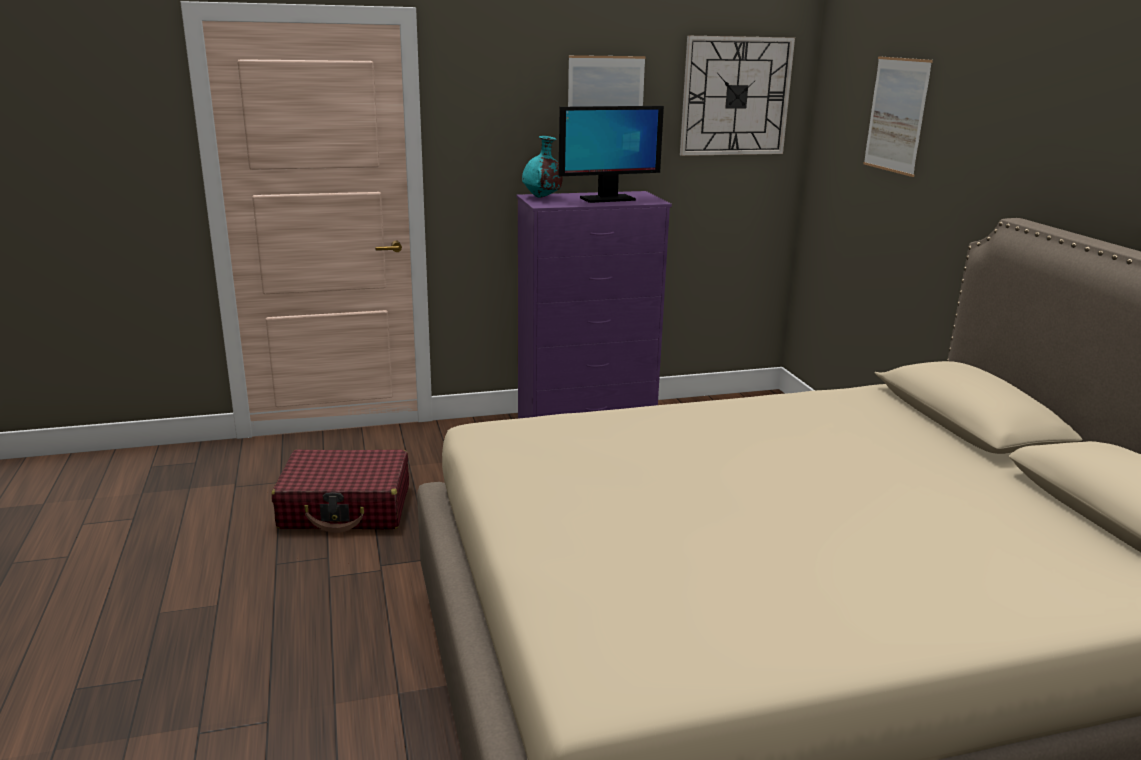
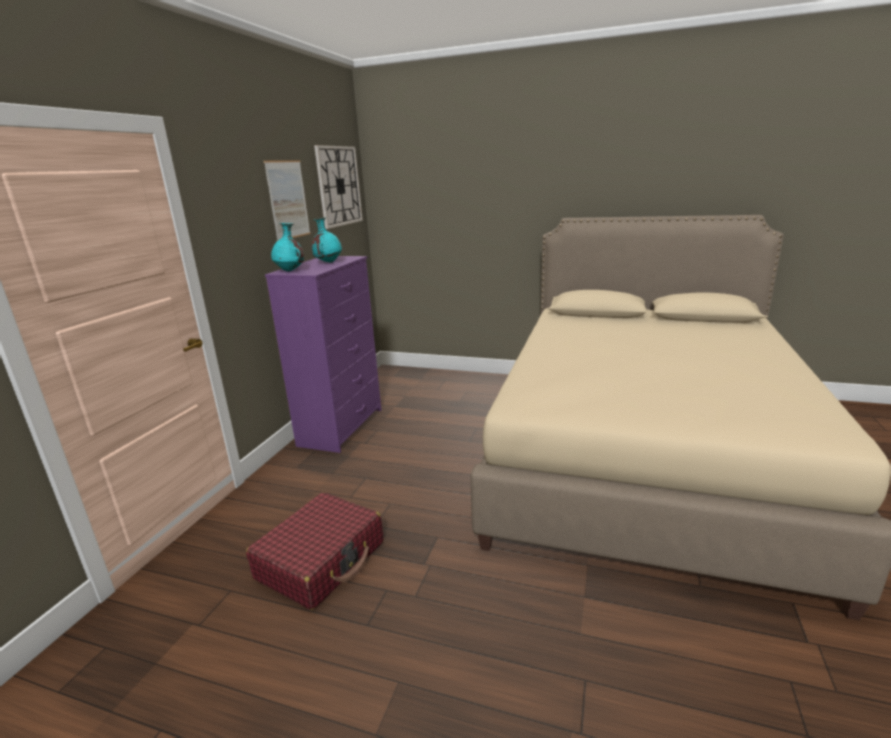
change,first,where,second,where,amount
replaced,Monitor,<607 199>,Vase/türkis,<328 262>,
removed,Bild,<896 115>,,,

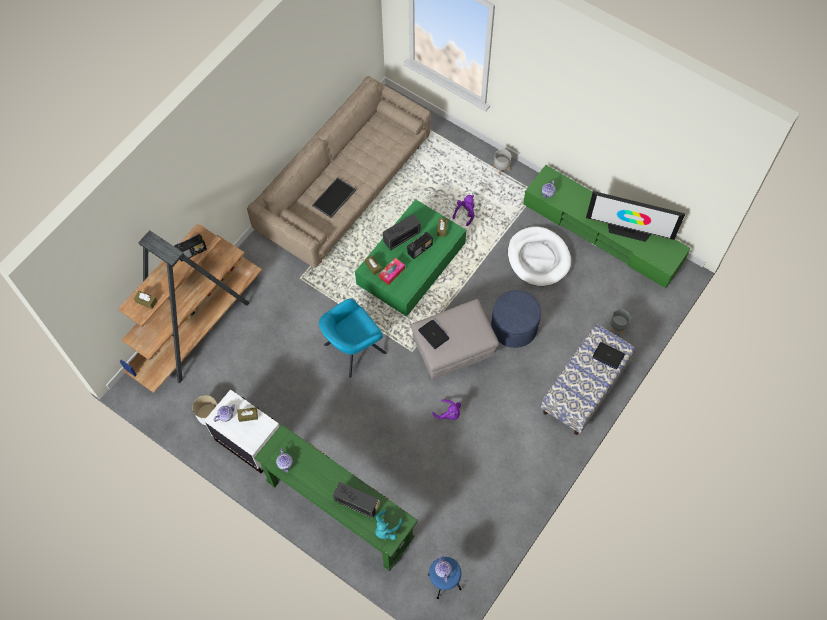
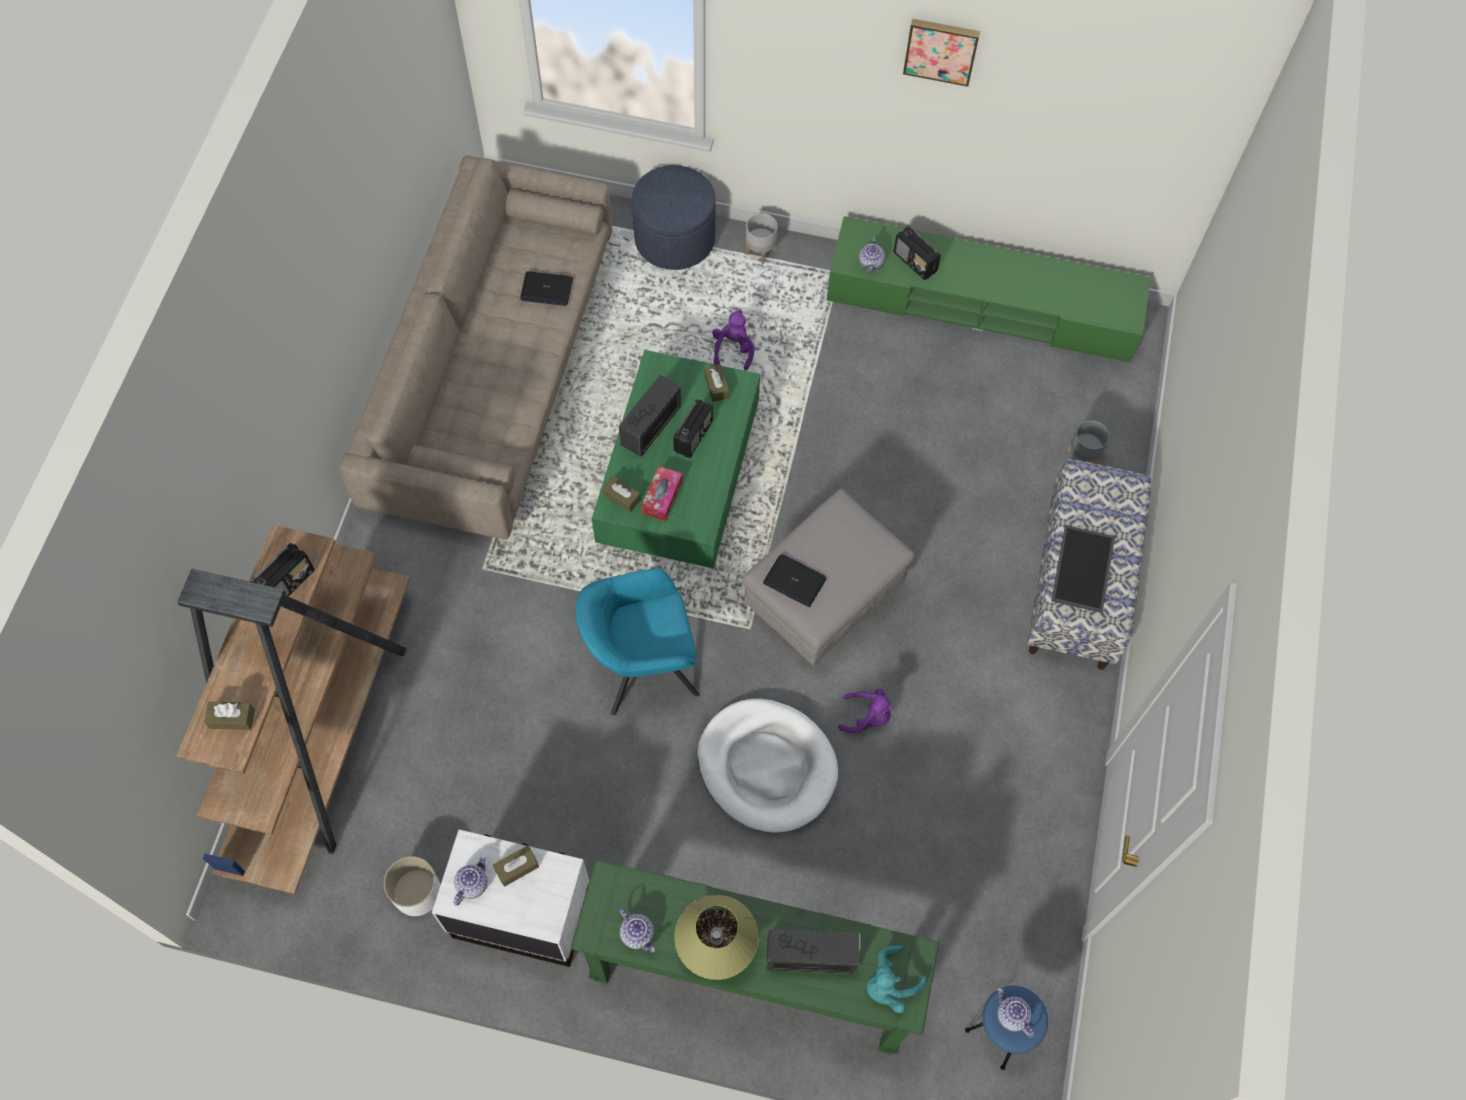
change,first,where,second,where,amount
moved,Laptop,<608 356>,,<546 289>,
turned,Sessel/türkis,<353 350>,,<641 666>,45 degrees clockwise
moved,Polsterhocker/blau,<514 327>,,<674 239>,
added,,,Tischlampe,<716 946>,
moved,Hundebett/weiß,<538 258>,,<767 767>,
turned,Plüschtier/türkis,<386 529>,,<889 984>,45 degrees clockwise
added,,,Radio,<915 262>,
added,,,Bild,<941 50>,
moved,Tablett,<334 198>,,<1084 570>,
removed,Fernseher,<629 230>,,,

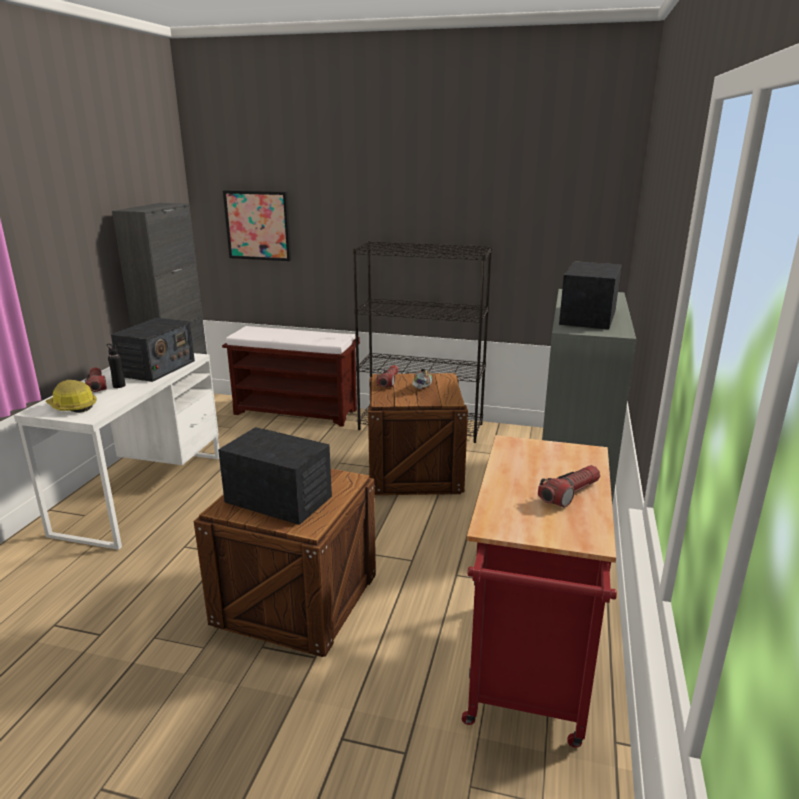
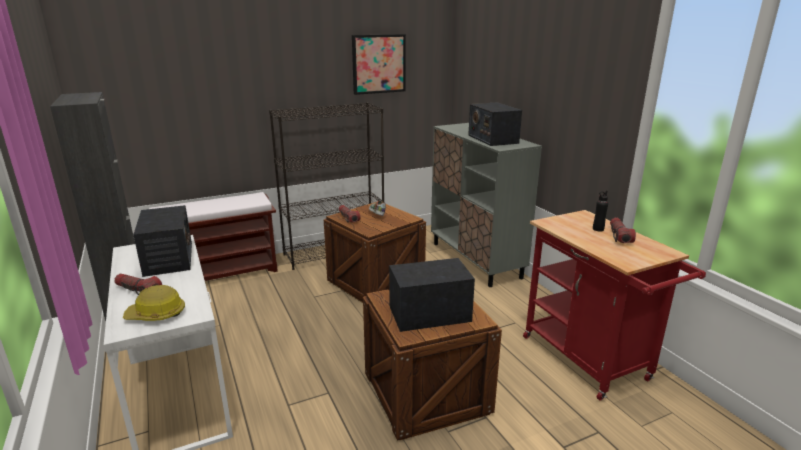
change,first,where,second,where,amount
moved,Bild,<258 225>,,<378 64>,
moved,Flasche/schwarz,<119 386>,,<598 229>,

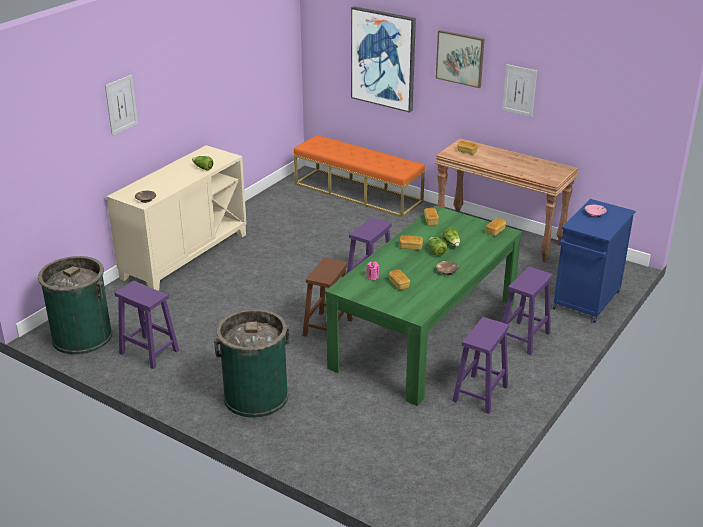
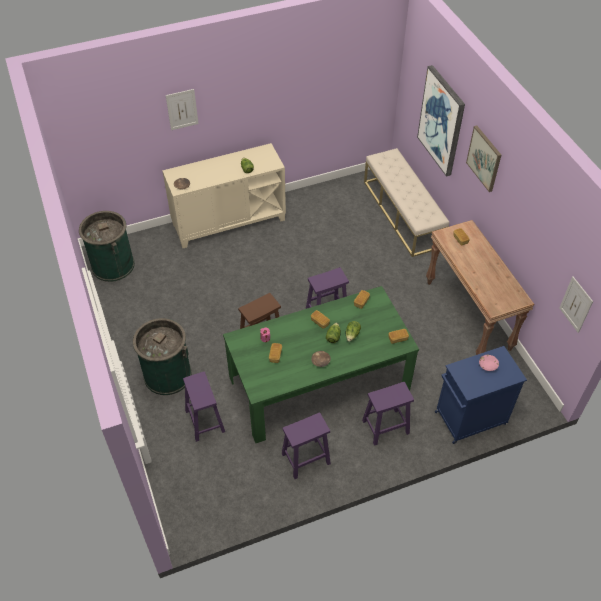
change,first,where,second,where,amount
moved,Hocker/lila,<148 351>,,<204 420>,
recoloured,Bank/orange,<358 192>,Bank/beige,<402 213>,
moved,Bild,<519 90>,,<576 304>,

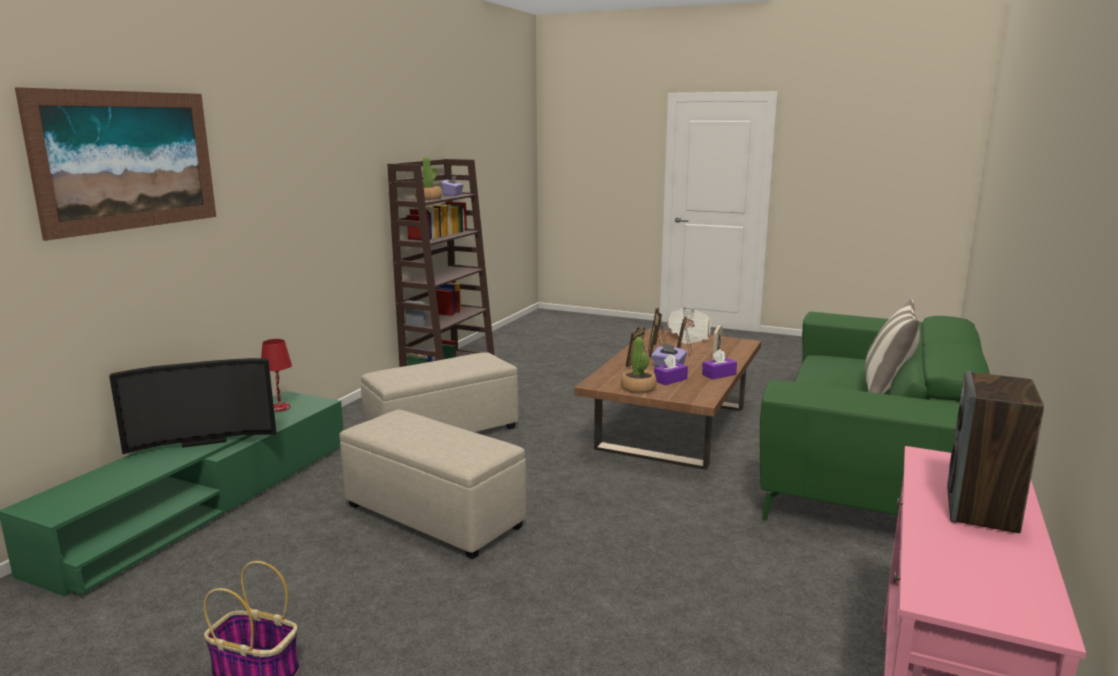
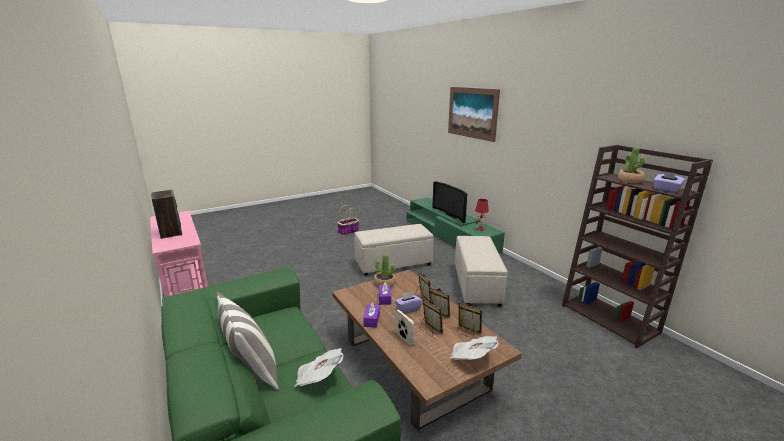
change,first,where,second,where,amount
added,,,Zeitung,<319 377>,
turned,Fernseher,<204 440>,,<453 215>,45 degrees counterclockwise

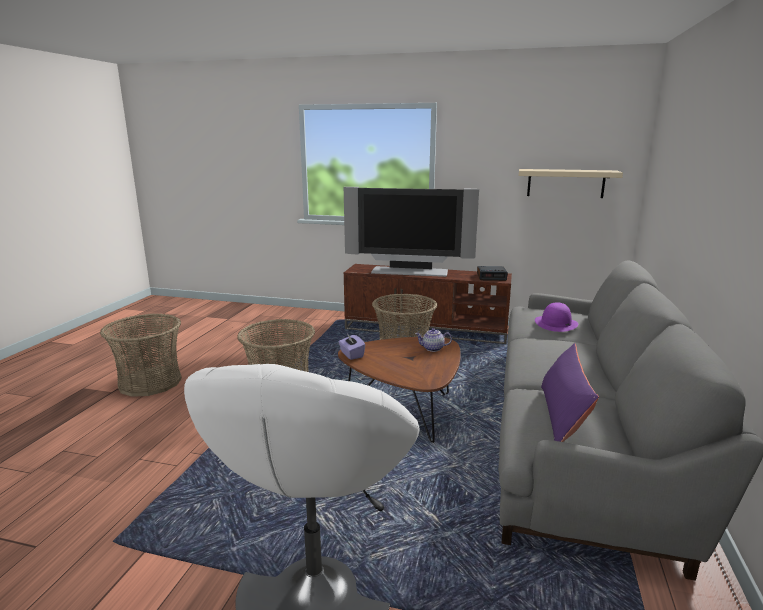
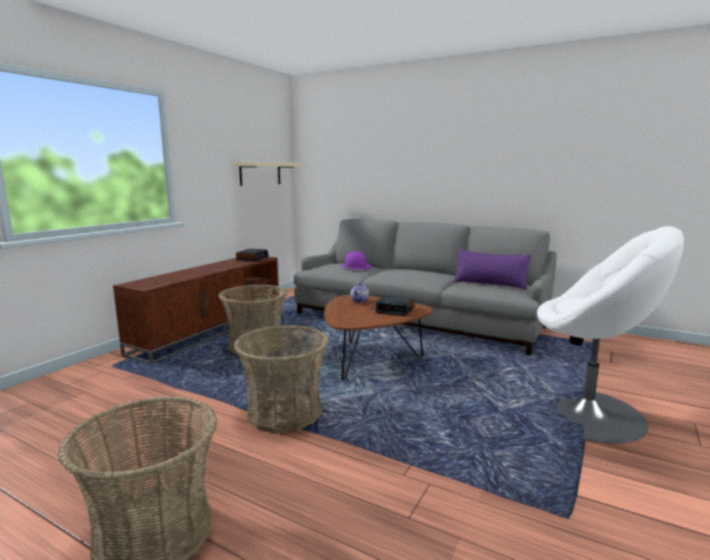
change,first,where,second,where,amount
added,,,Wecker,<395 310>,
removed,Taschentuchbox/lila,<351 354>,,,
removed,Fernseher,<409 272>,,,

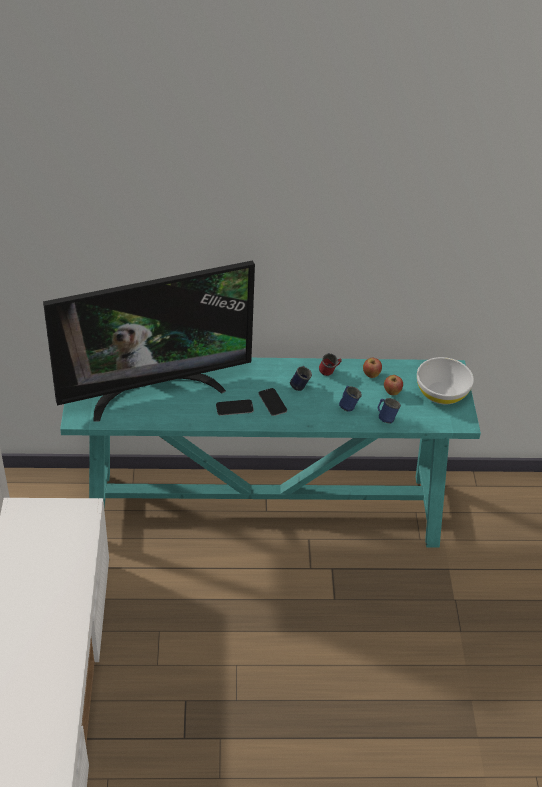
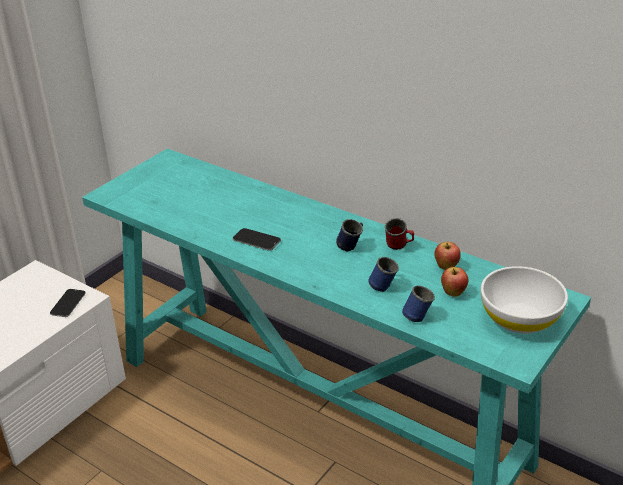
change,first,where,second,where,amount
moved,Handy,<272 402>,,<68 303>,
removed,Fernseher,<154 390>,,,

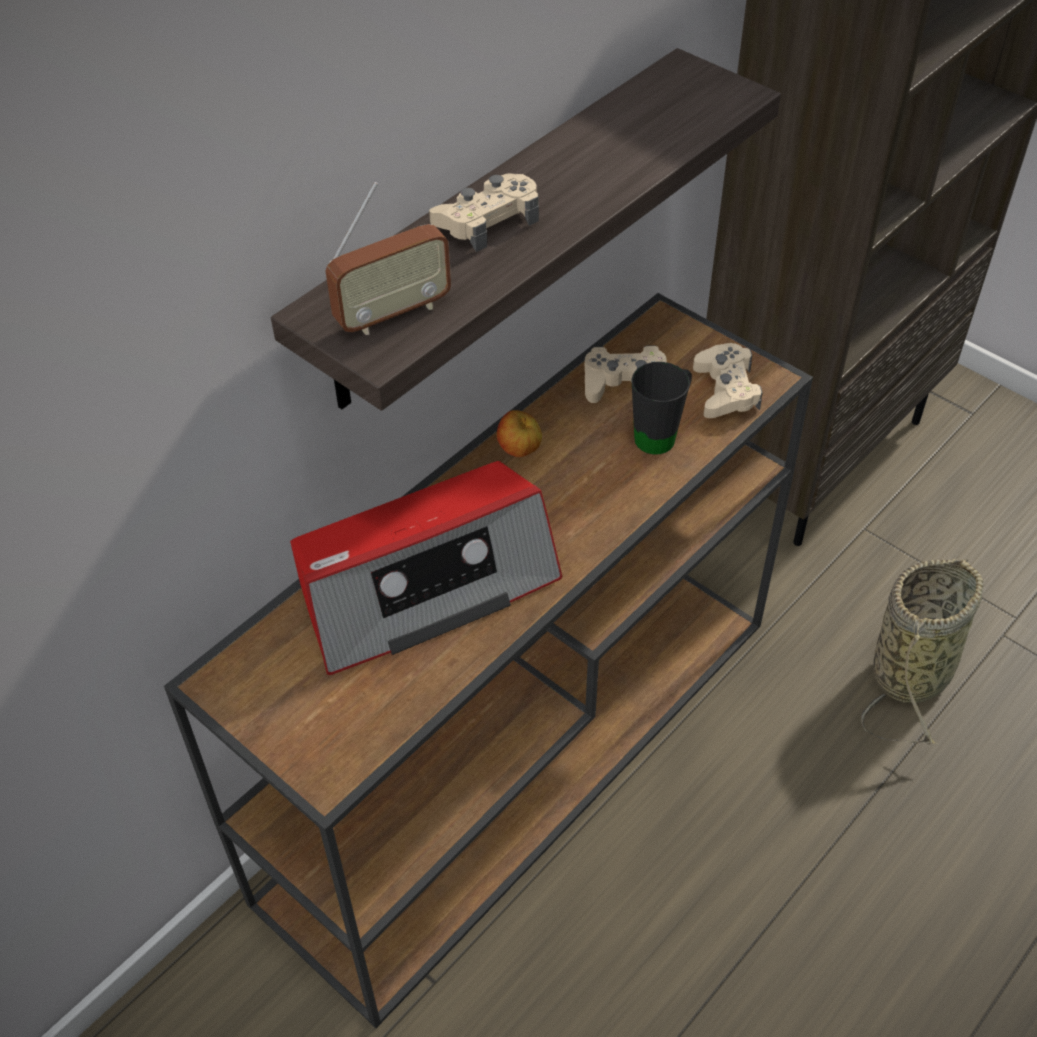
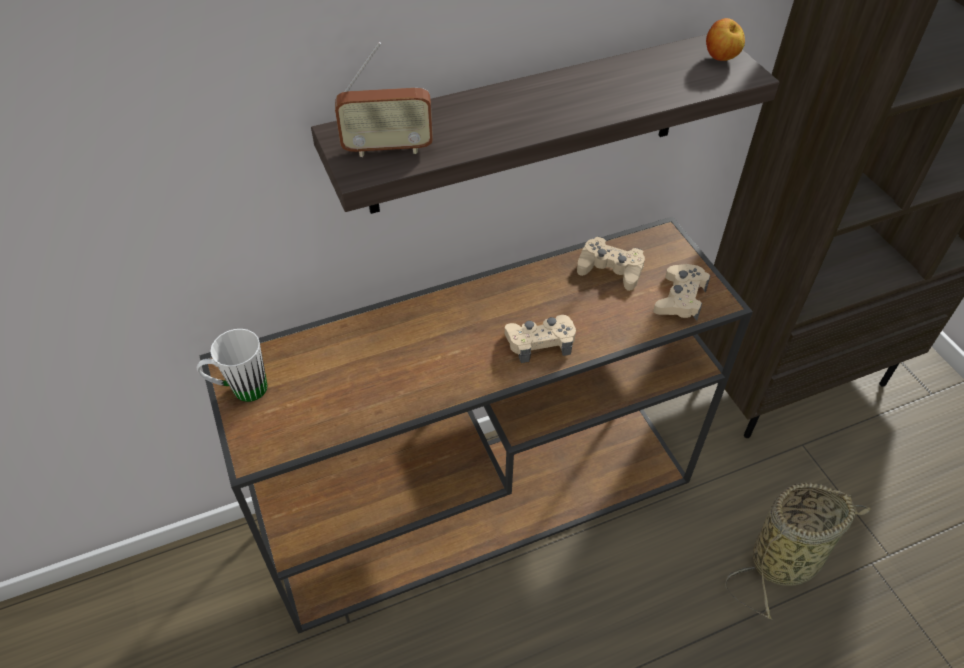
change,first,where,second,where,amount
added,,,Henkelbecher/weiß,<241 390>,
moved,Gamepad/beige,<487 220>,,<540 342>,
moved,Apfel,<519 451>,,<721 59>,
removed,Radio,<425 586>,,,
removed,Henkelbecher/schwarz,<661 433>,,,

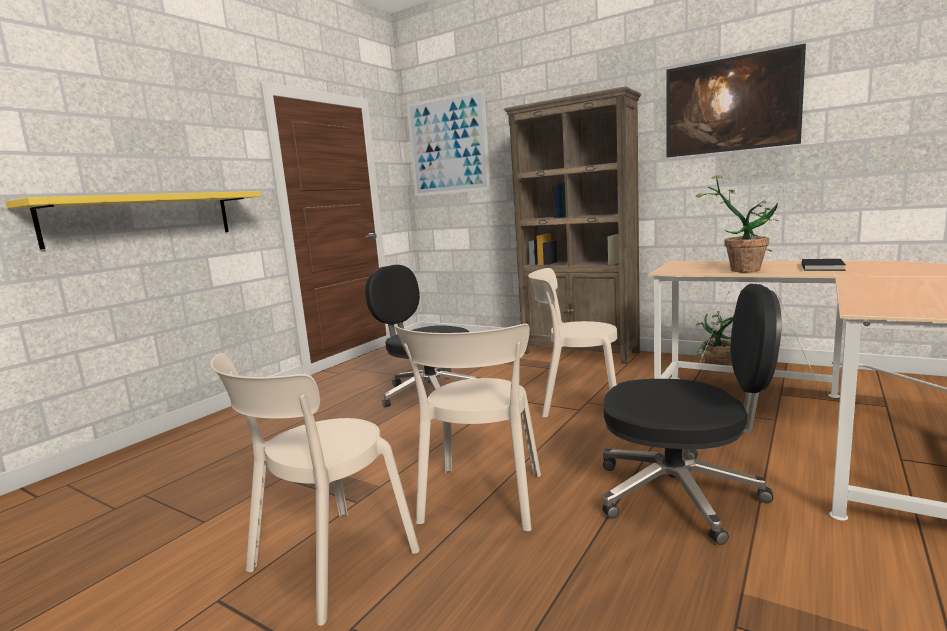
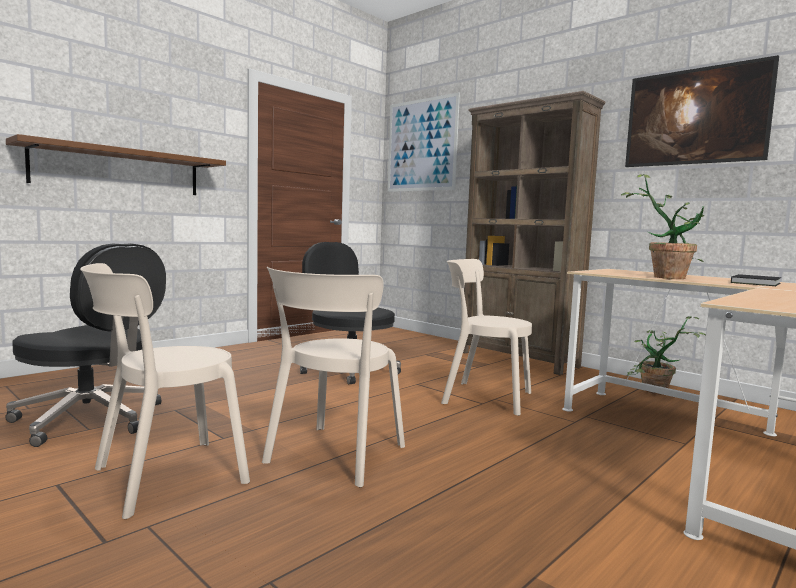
change,first,where,second,where,amount
moved,Bürostuhl/schwarz,<681 494>,,<91 419>,
recoloured,Wandregal/gelb,<142 218>,Wandregal/braun,<119 171>,

